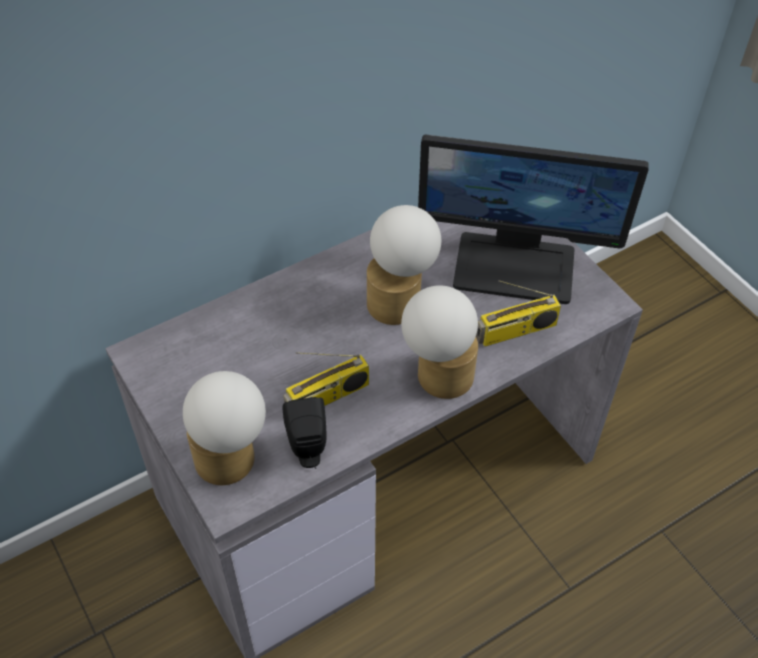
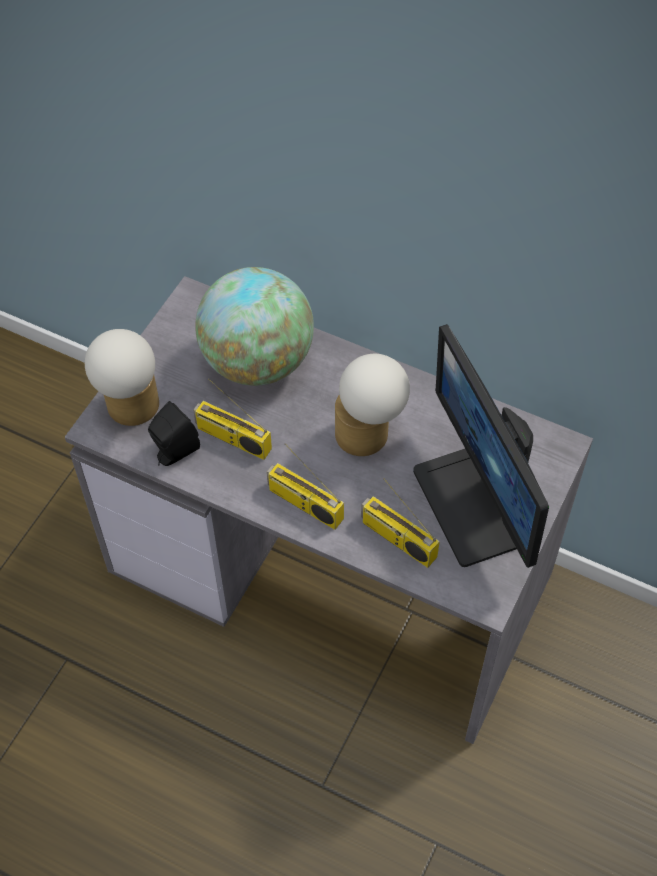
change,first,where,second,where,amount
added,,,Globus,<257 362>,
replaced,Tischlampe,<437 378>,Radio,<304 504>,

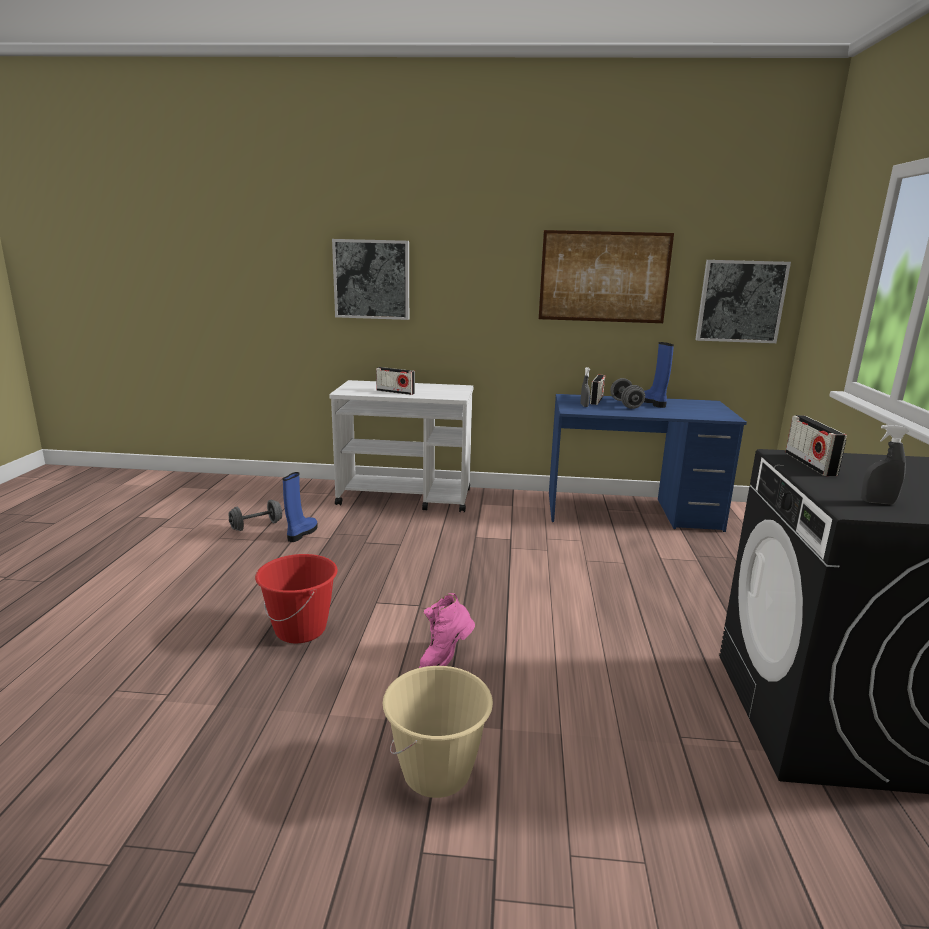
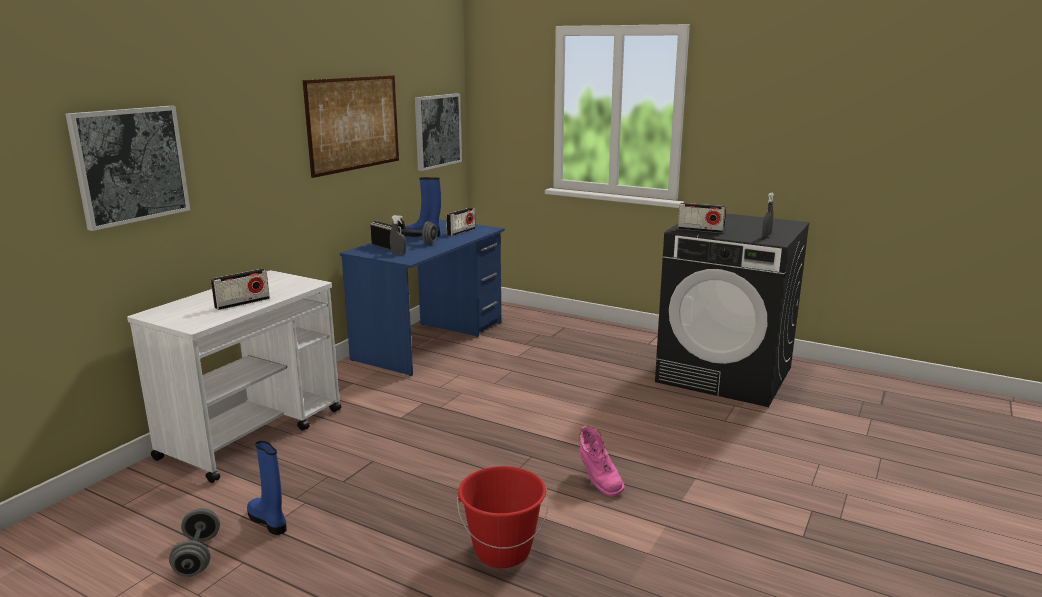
change,first,where,second,where,amount
added,,,Radio,<461 232>,
removed,Eimer/beige,<437 772>,,,

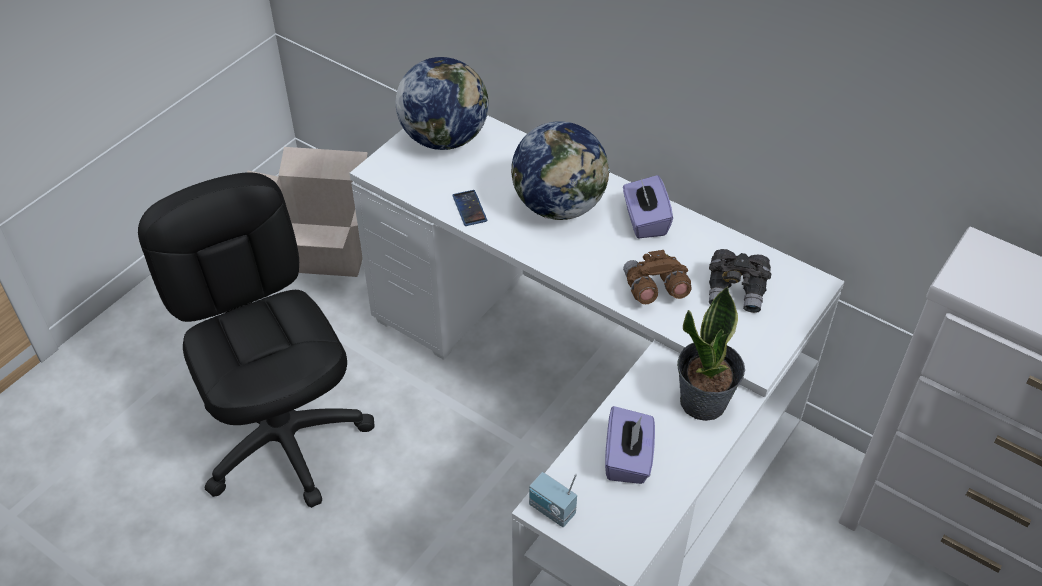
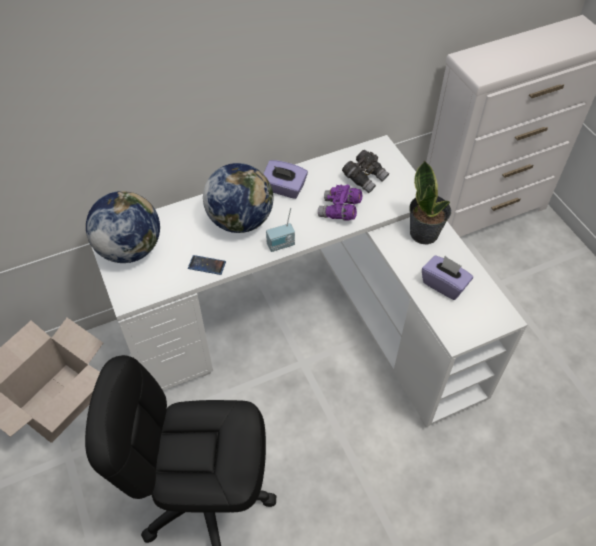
change,first,where,second,where,amount
moved,Radio,<551 511>,,<281 245>,
recoloured,Fernglas/braun,<654 290>,Fernglas/lila,<339 211>,

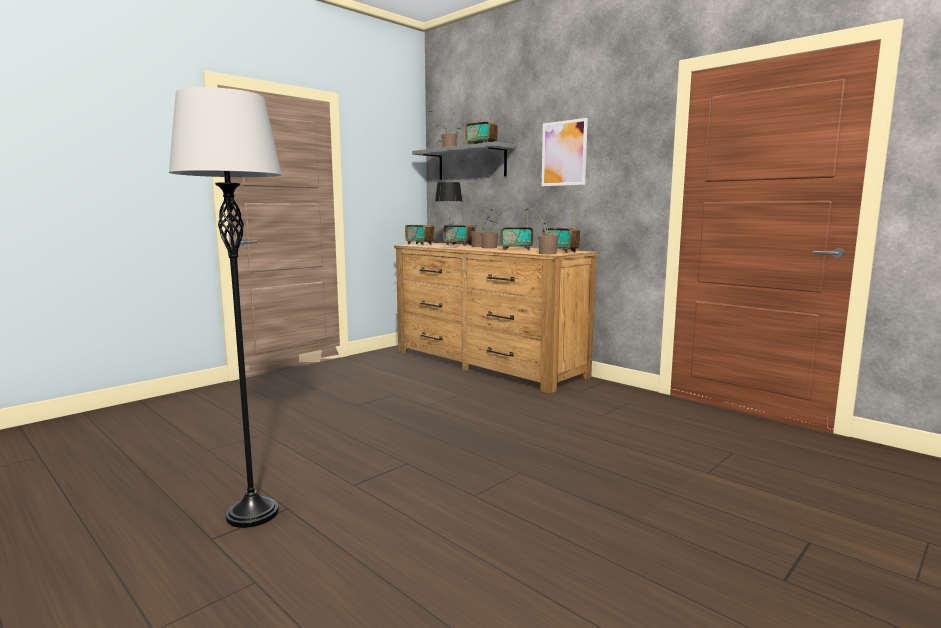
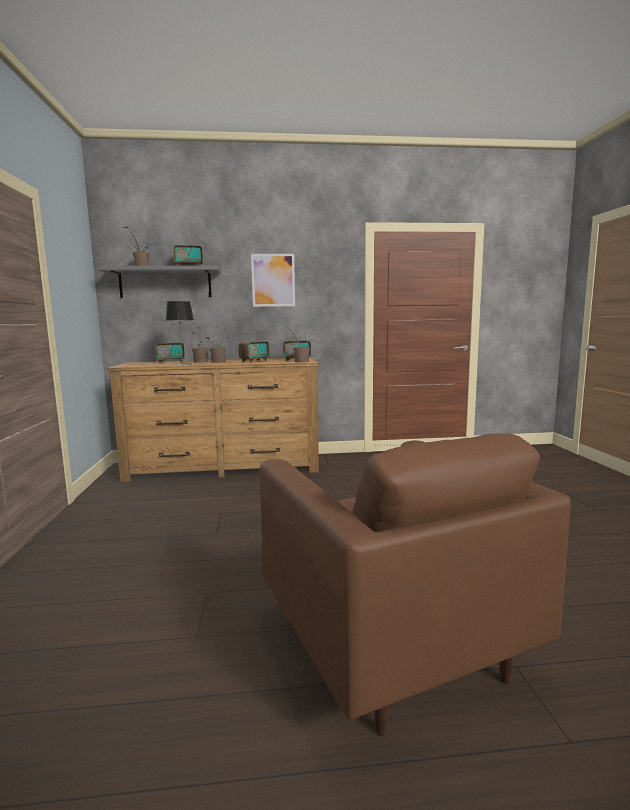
change,first,where,second,where,amount
replaced,Stehlampe/grau,<252 514>,Sessel/braun,<390 641>,
removed,Radio,<420 244>,,,

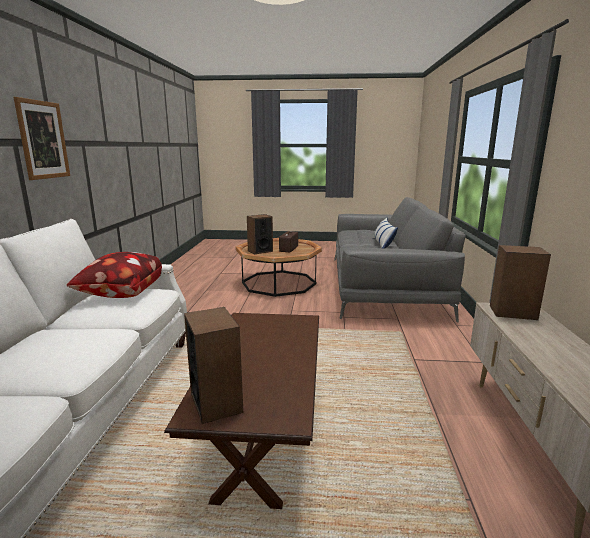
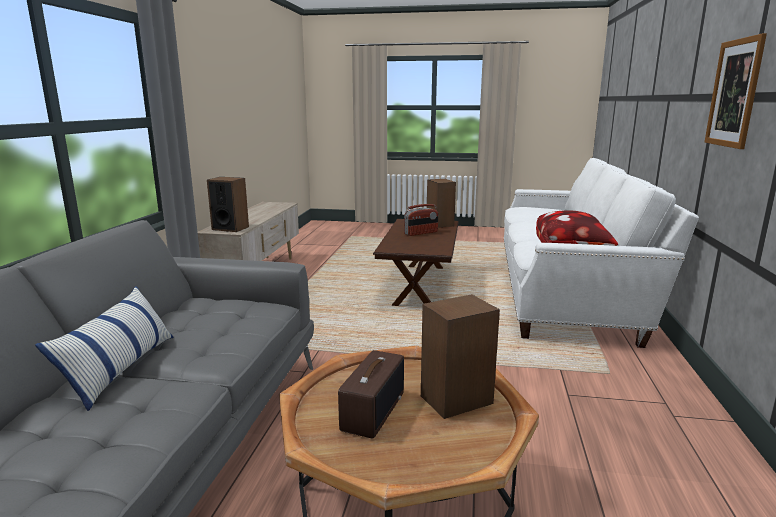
change,first,where,second,where,amount
added,,,Radio,<421 233>,

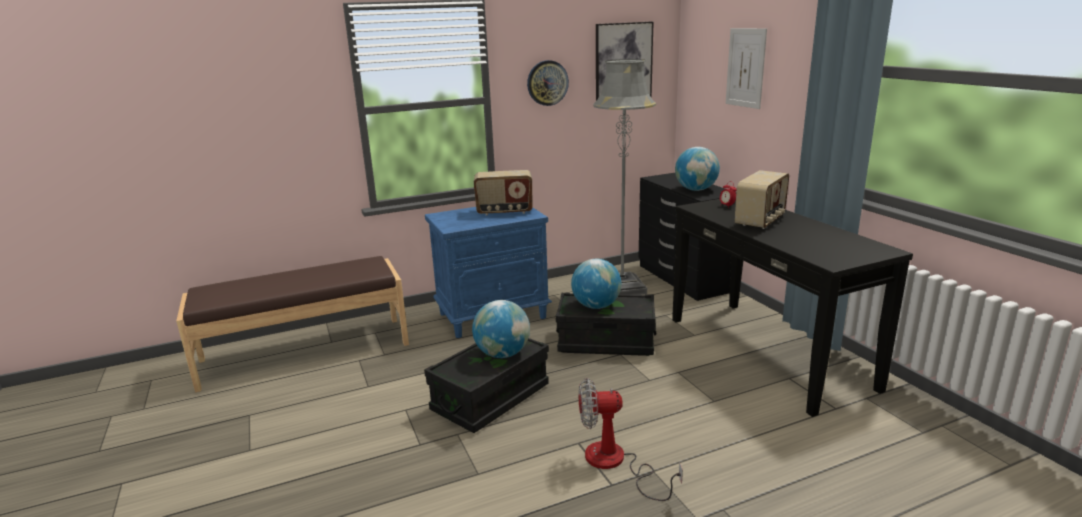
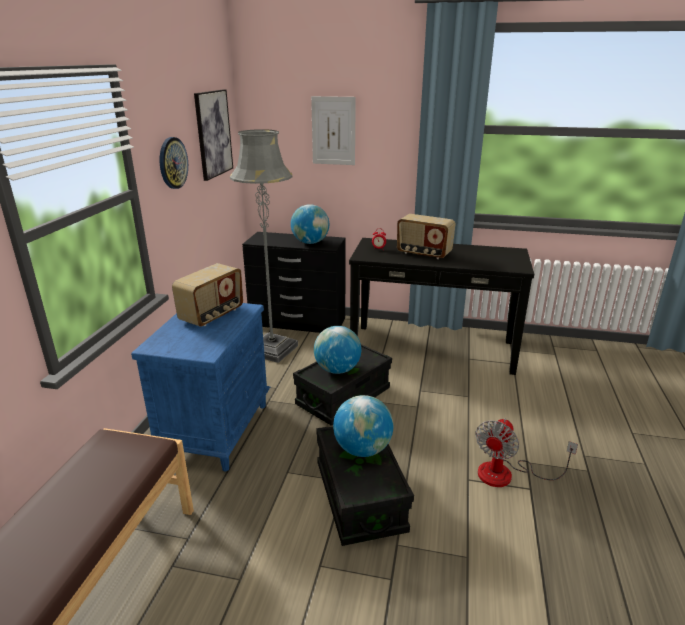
change,first,where,second,where,amount
turned,Radio,<760 221>,,<423 253>,135 degrees clockwise

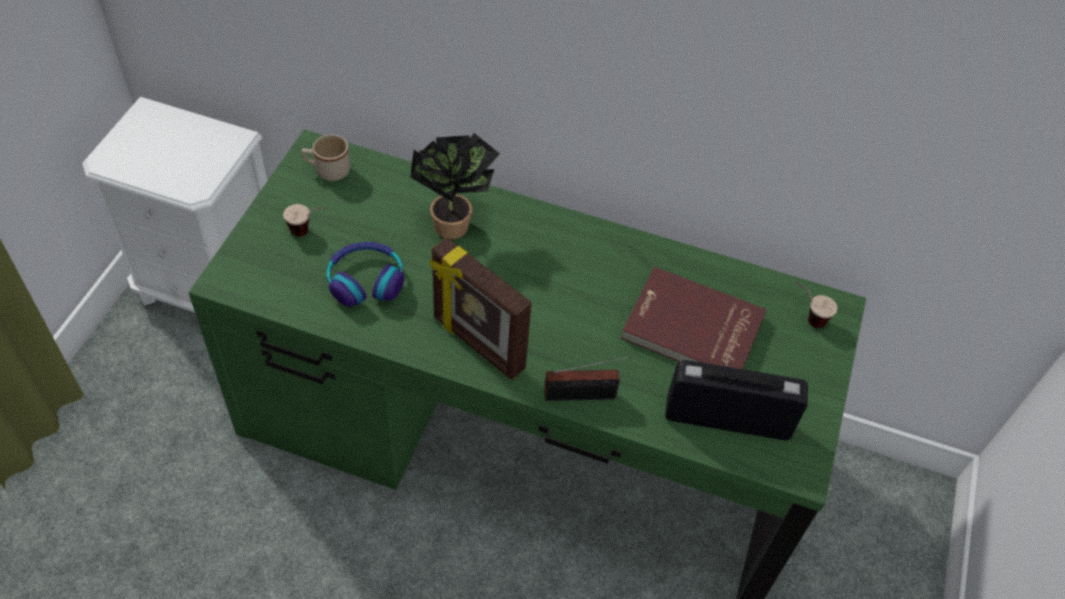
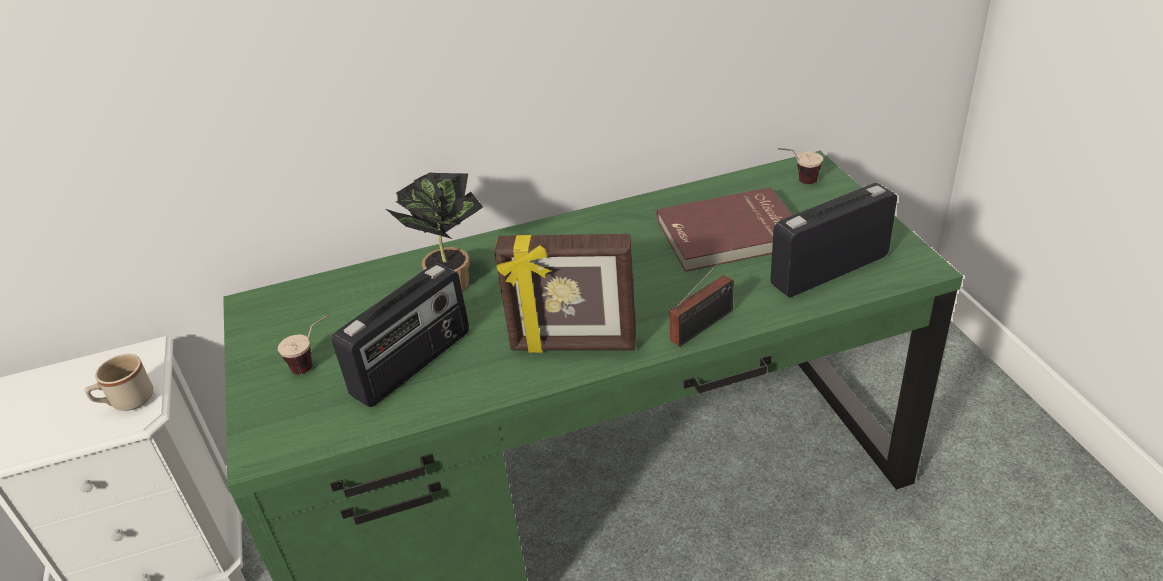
change,first,where,second,where,amount
moved,Henkelbecher/beige,<327 170>,,<127 402>,
replaced,Kopfhörer,<365 280>,Radio,<413 364>,

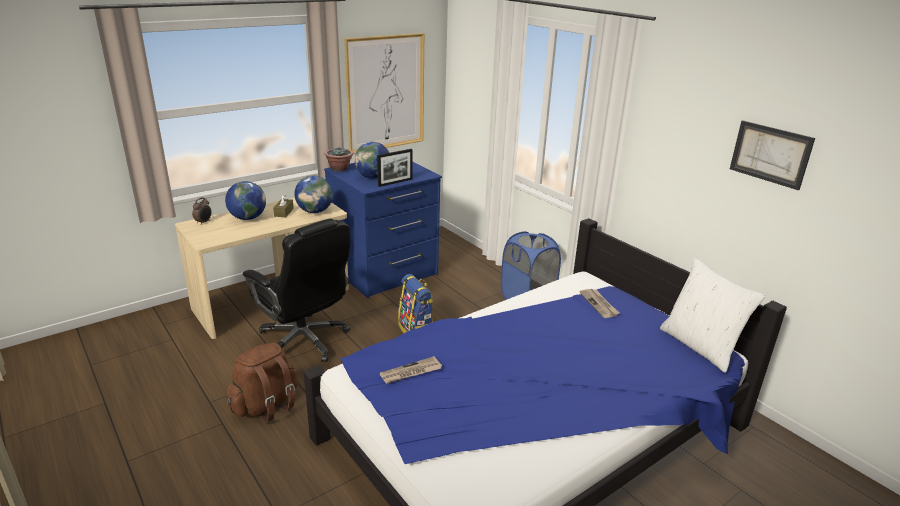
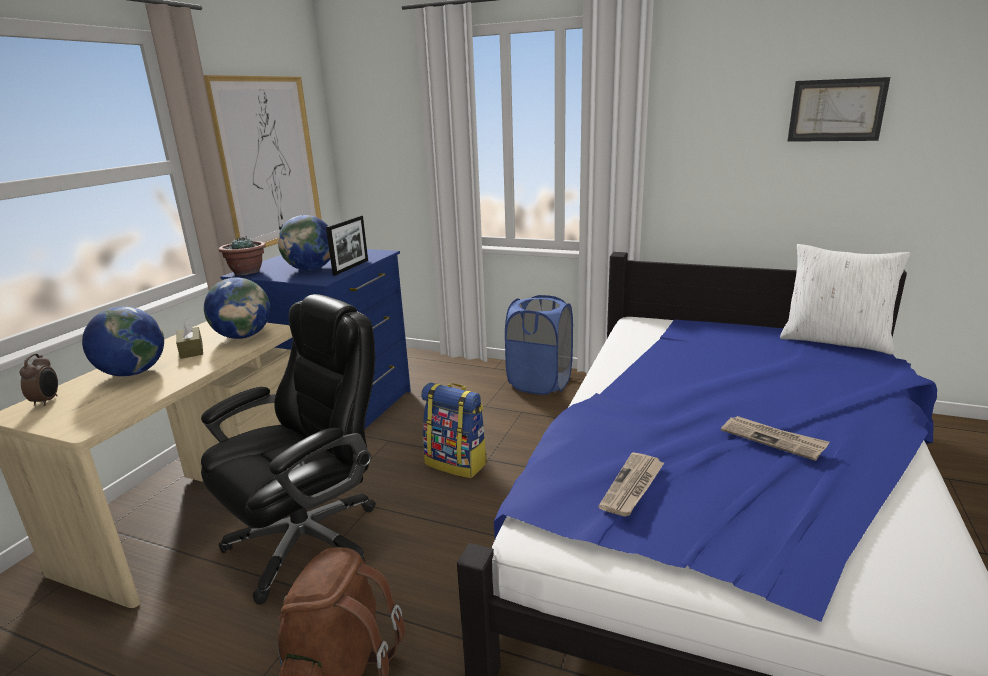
change,first,where,second,where,amount
turned,Bürostuhl/schwarz,<304 341>,,<309 540>,60 degrees counterclockwise
moved,Zeitung,<599 304>,,<773 439>,

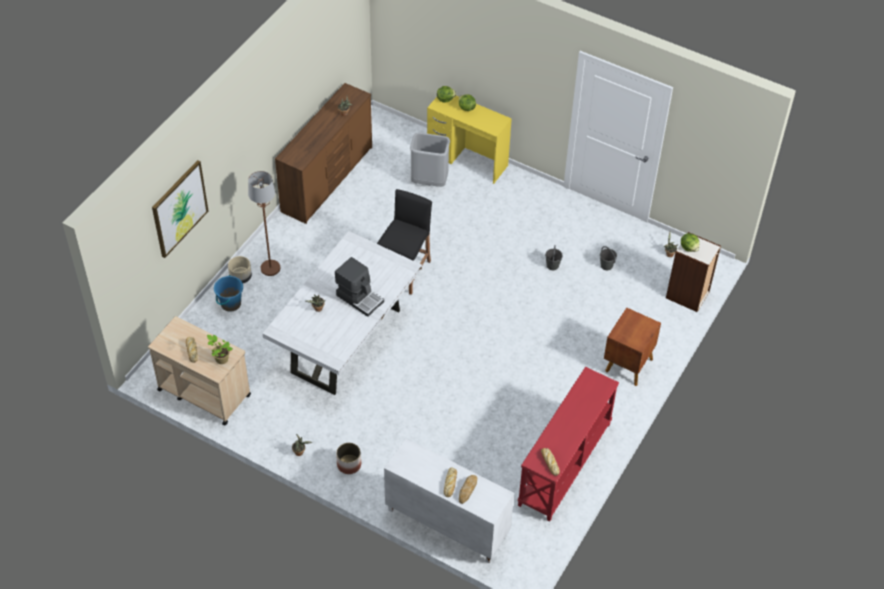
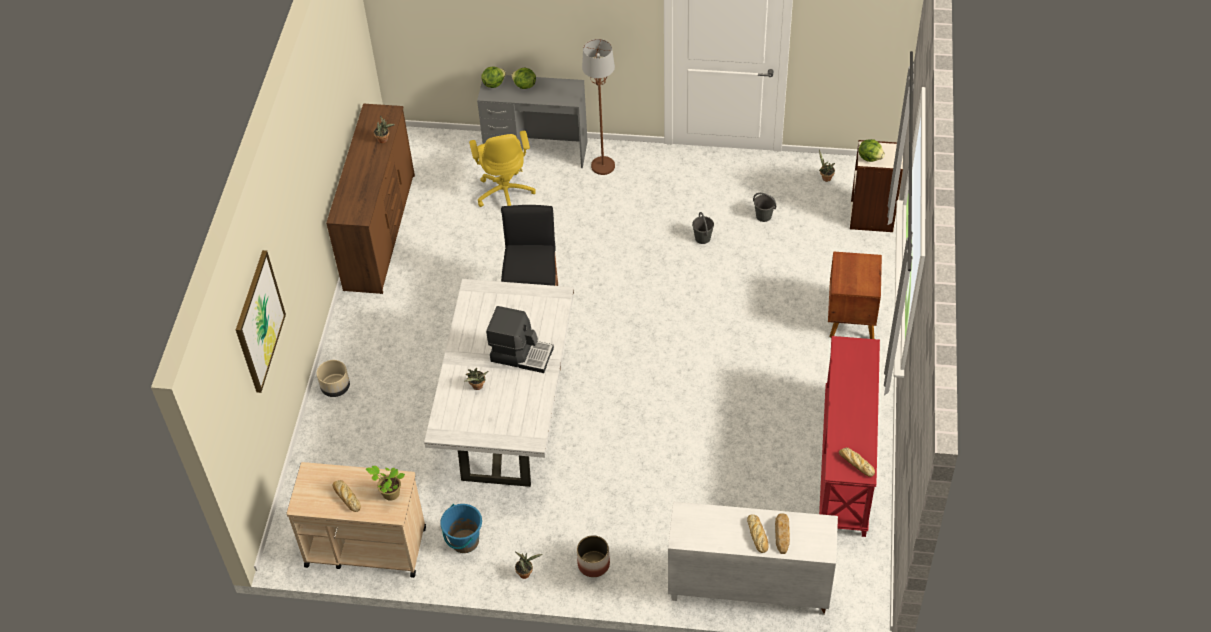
change,first,where,second,where,amount
moved,Eimer/blau,<230 304>,,<464 541>,
replaced,Mülleimer/grau,<429 182>,Bürostuhl/gelb,<505 192>,
recoloured,Schreibtisch/gelb,<467 160>,Schreibtisch/grau,<536 151>,
moved,Stehlampe/braun,<270 268>,,<602 166>,

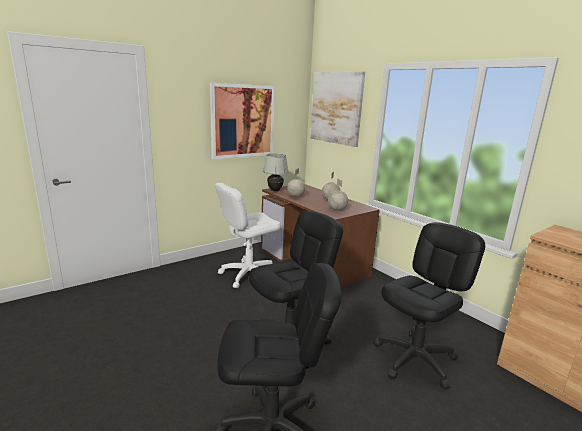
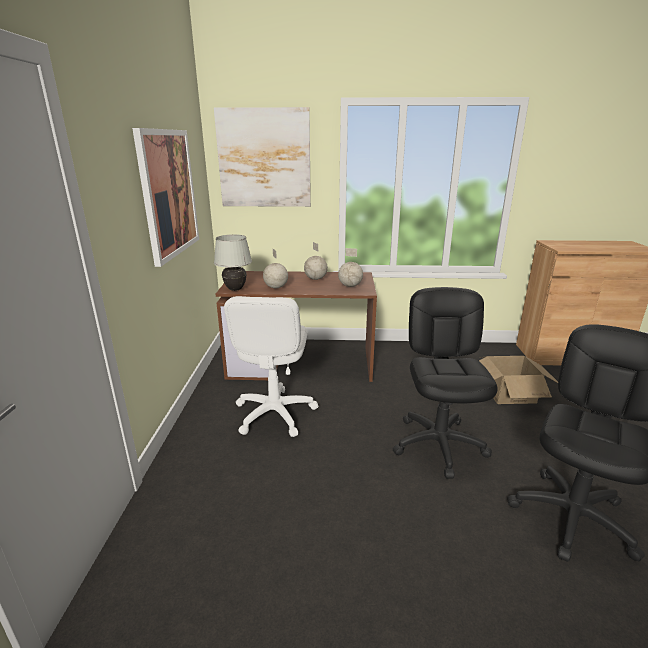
change,first,where,second,where,amount
replaced,Bürostuhl/schwarz,<415 359>,Karton,<509 392>,

